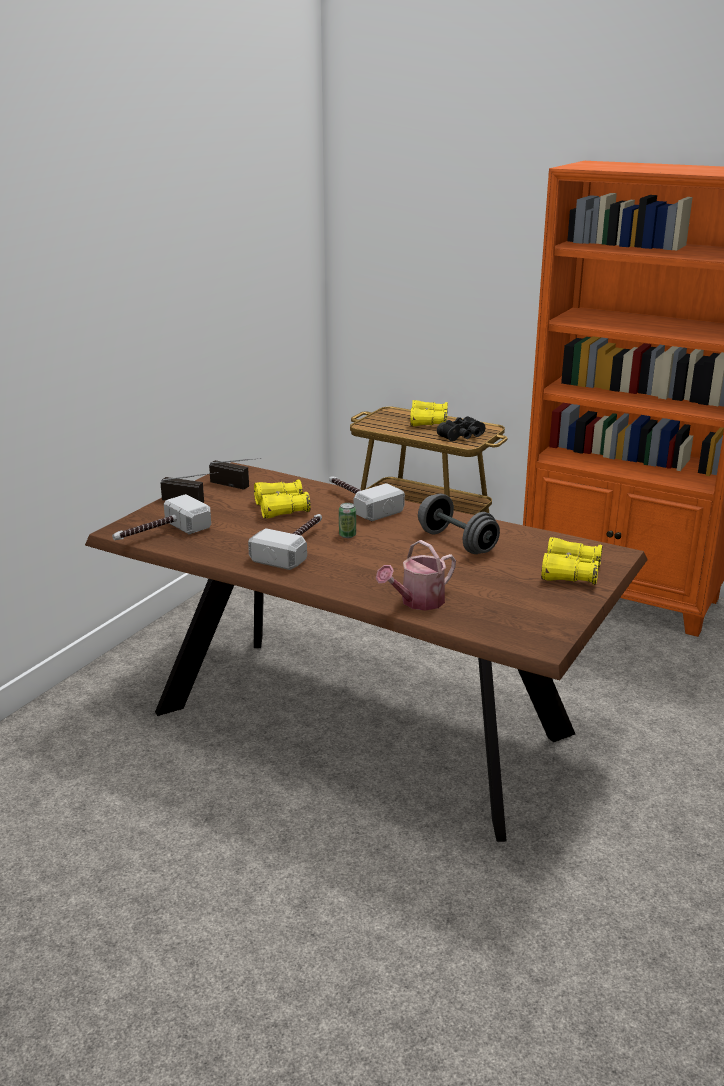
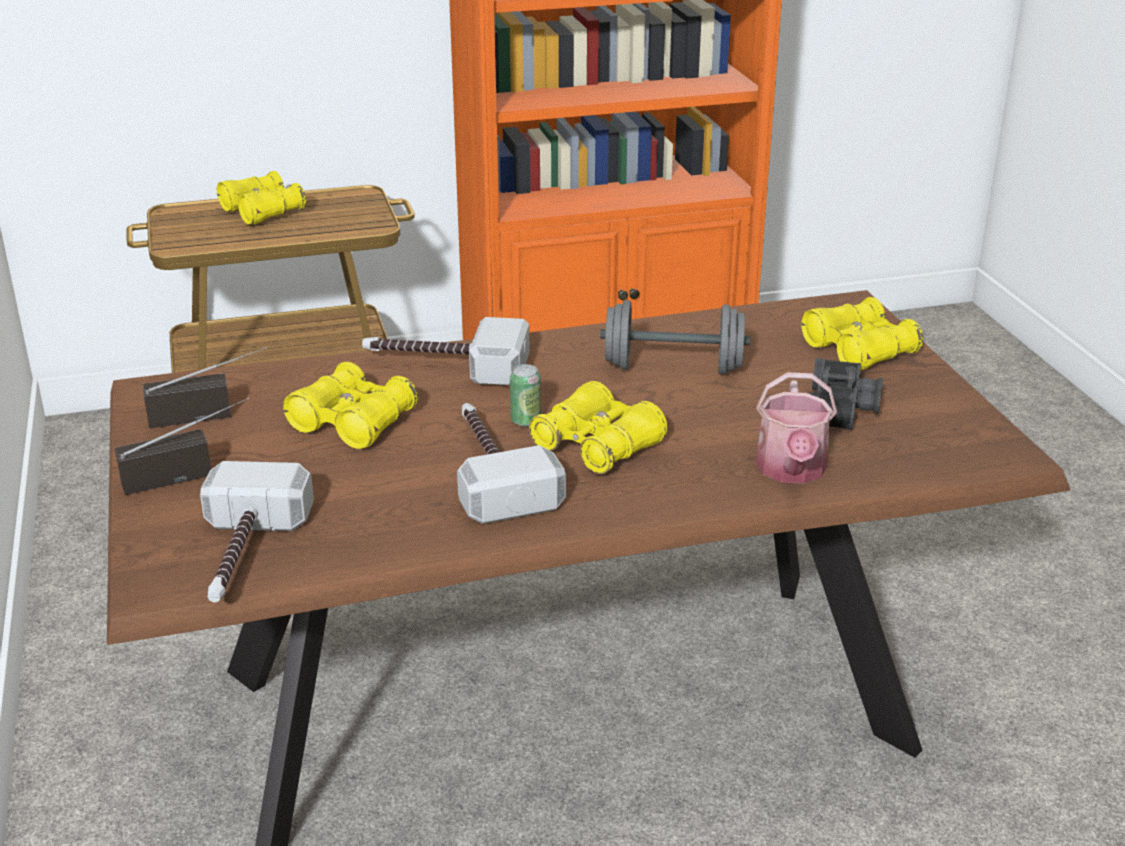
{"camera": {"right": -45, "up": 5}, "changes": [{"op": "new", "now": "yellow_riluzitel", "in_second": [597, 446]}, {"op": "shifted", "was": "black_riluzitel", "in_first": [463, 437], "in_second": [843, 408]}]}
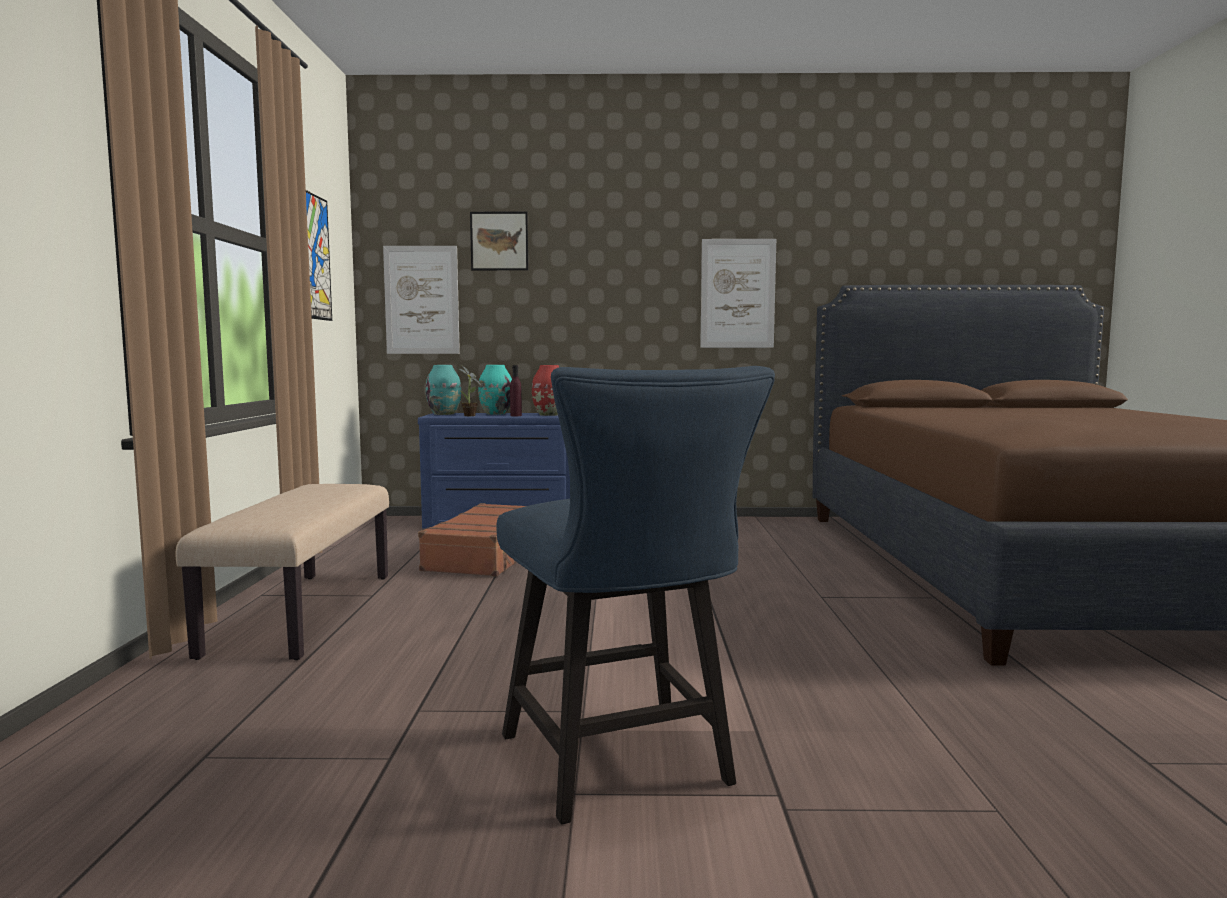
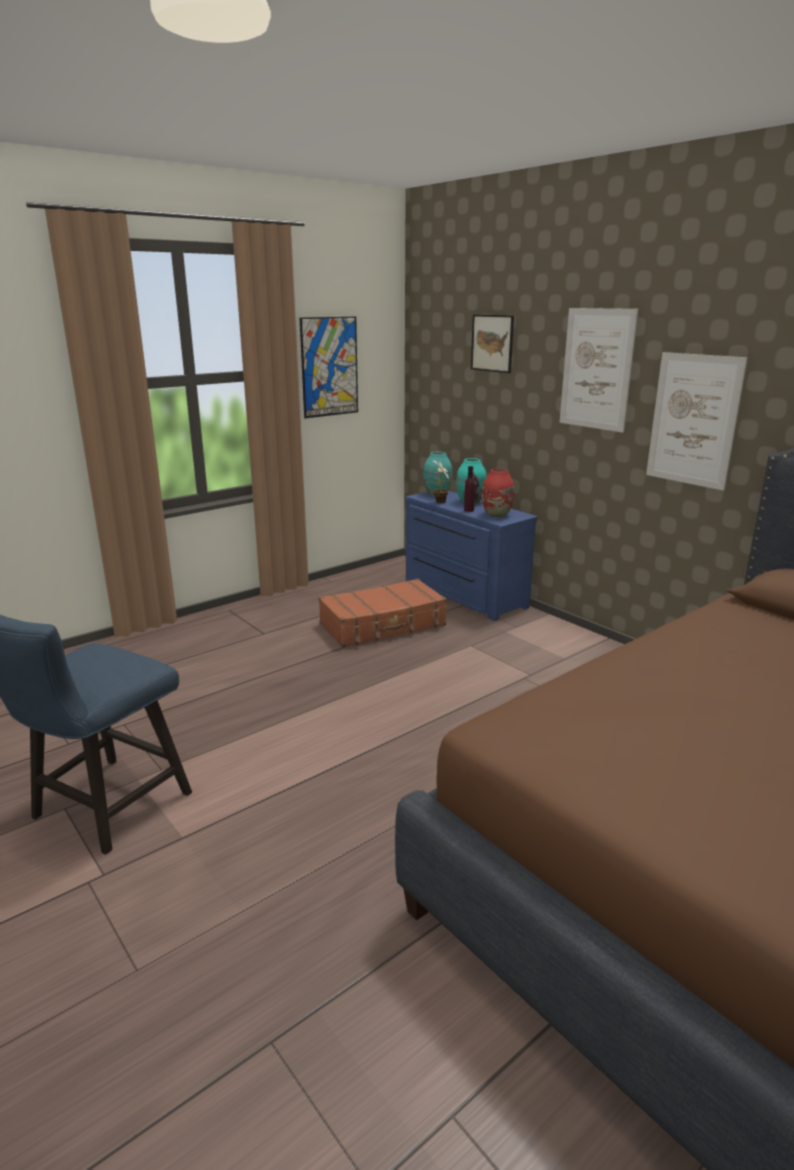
{"camera": {"right": 50, "up": 15}, "changes": [{"op": "shifted", "was": "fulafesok", "in_first": [421, 300], "in_second": [596, 369]}, {"op": "gone", "was": "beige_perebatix", "in_first": [303, 612]}]}
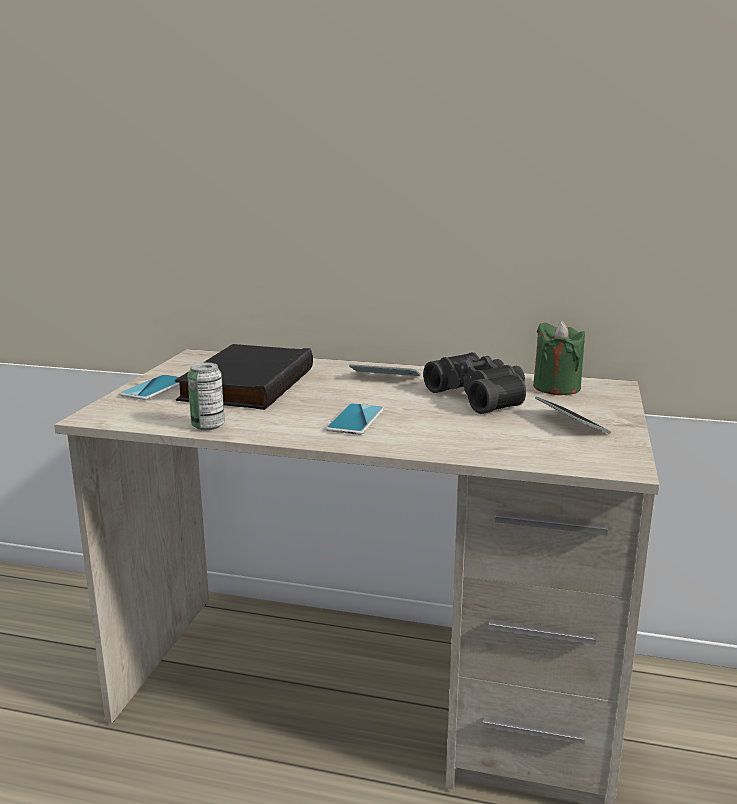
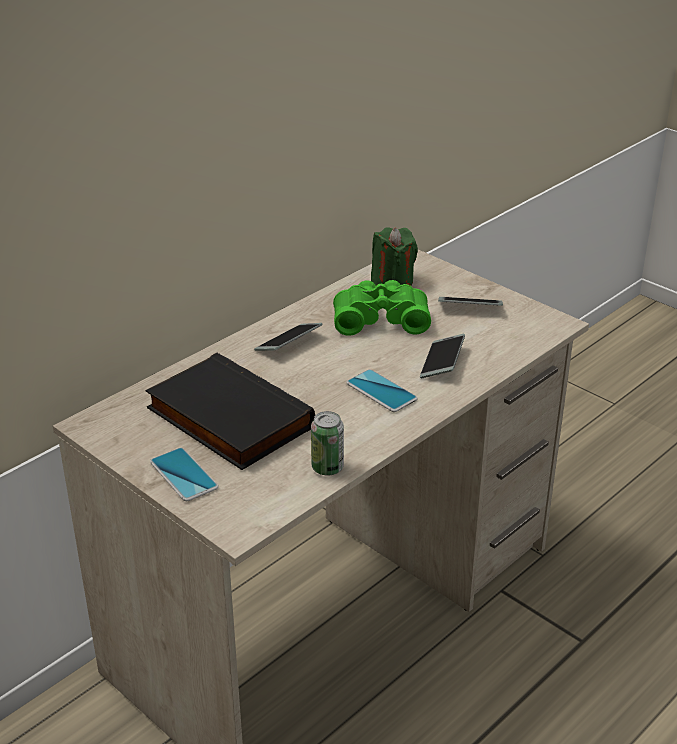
{"camera": {"right": -60, "up": 15}, "changes": [{"op": "repainted", "was": "black_riluzitel", "now": "green_riluzitel", "in_first": [480, 396], "in_second": [380, 319]}, {"op": "new", "now": "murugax", "in_second": [442, 362]}]}
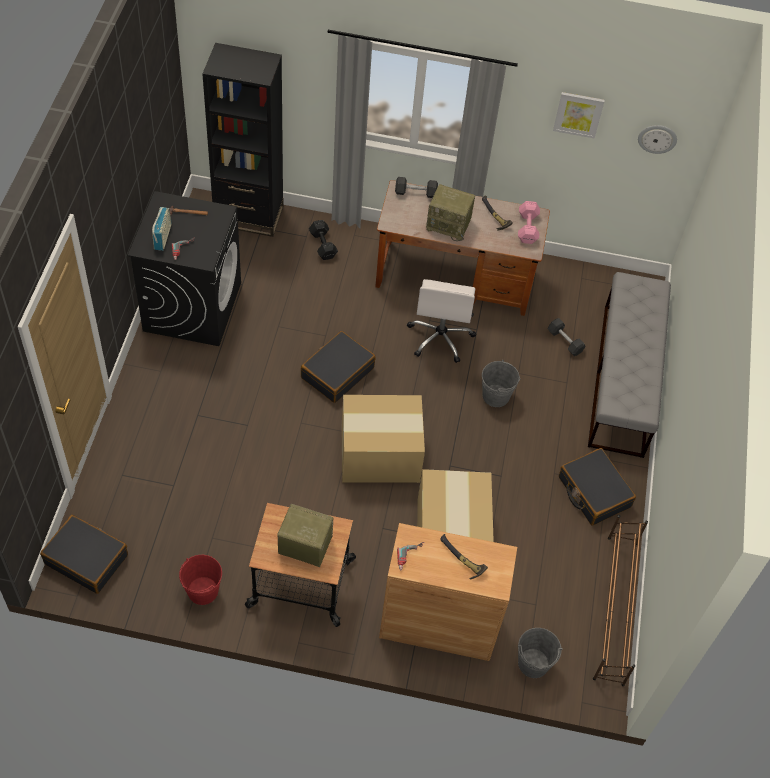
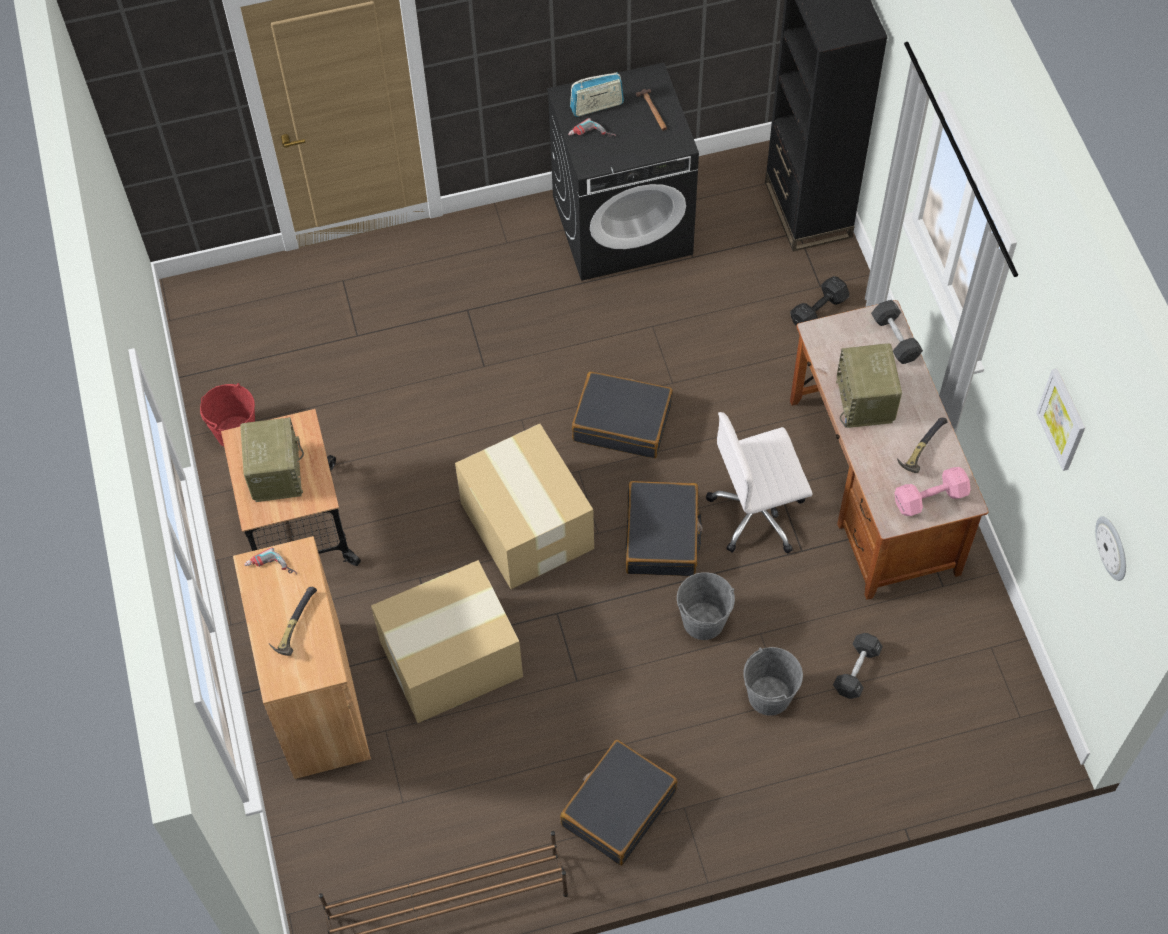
{"camera": {"right": 70, "up": 5}, "changes": [{"op": "shifted", "was": "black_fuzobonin", "in_first": [86, 559], "in_second": [662, 536]}, {"op": "shifted", "was": "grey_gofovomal", "in_first": [533, 663], "in_second": [769, 695]}, {"op": "gone", "was": "grey_perebatix", "in_first": [623, 379]}]}
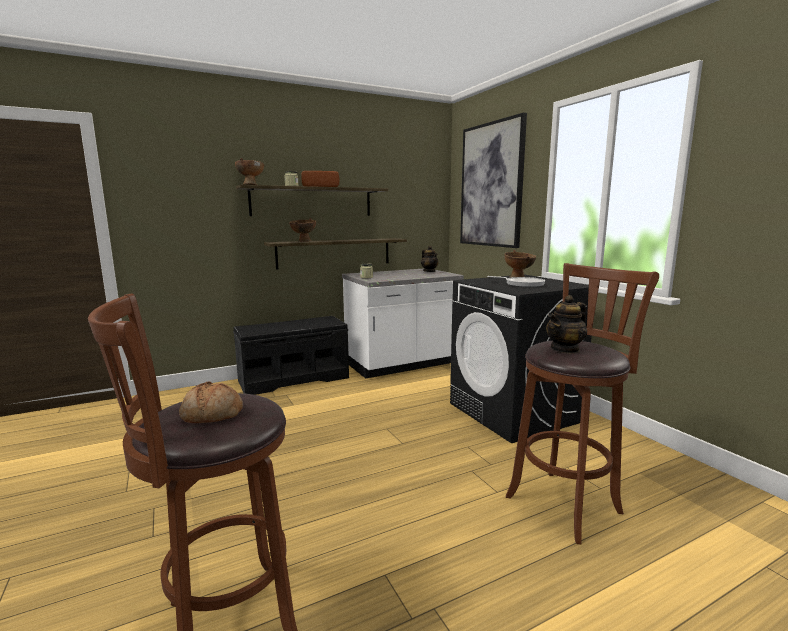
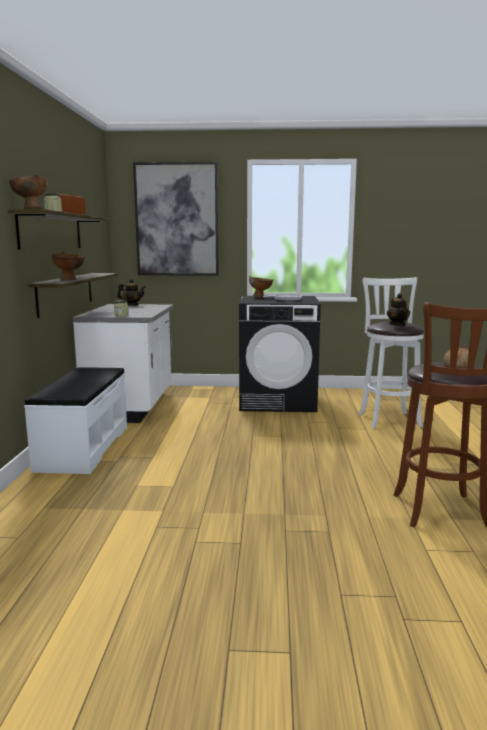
{"camera": {"right": -60, "up": 0}, "changes": [{"op": "repainted", "was": "black_perebatix", "now": "white_perebatix", "in_first": [293, 379], "in_second": [83, 447]}, {"op": "repainted", "was": "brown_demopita", "now": "white_demopita", "in_first": [566, 502], "in_second": [388, 419]}]}
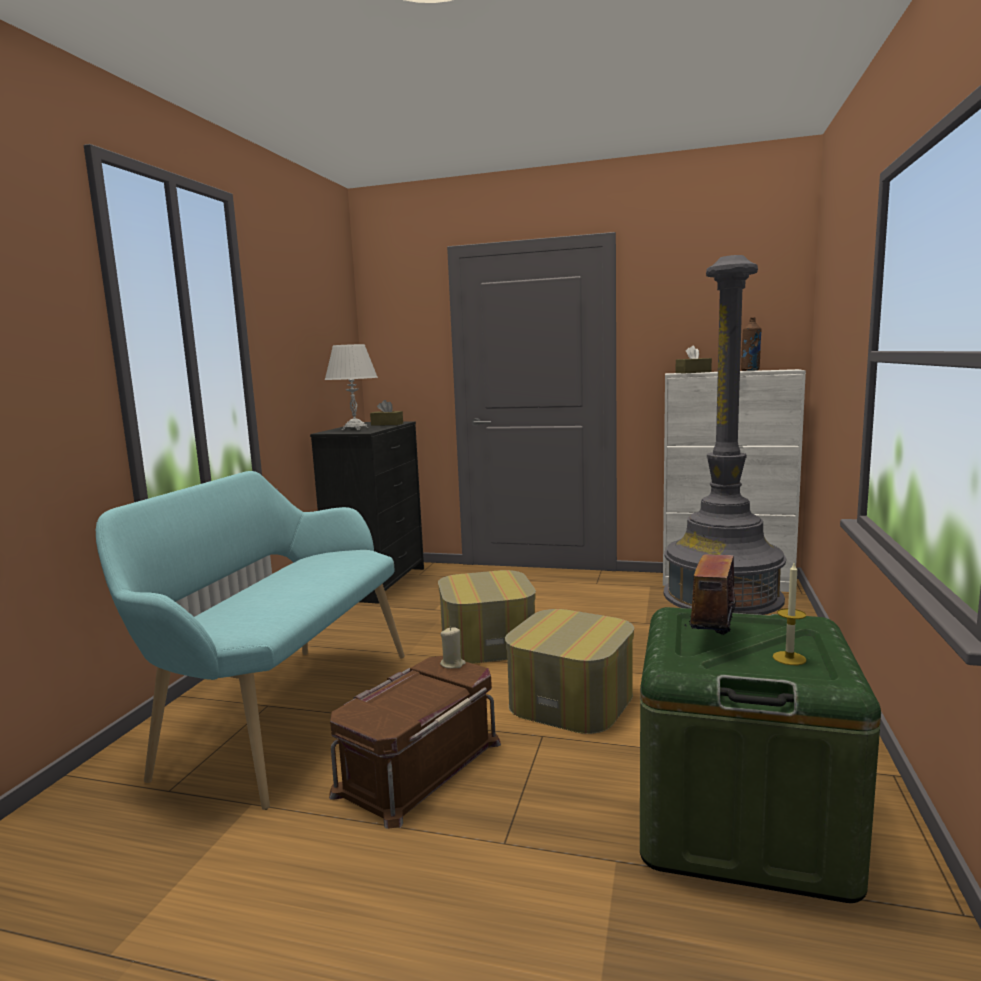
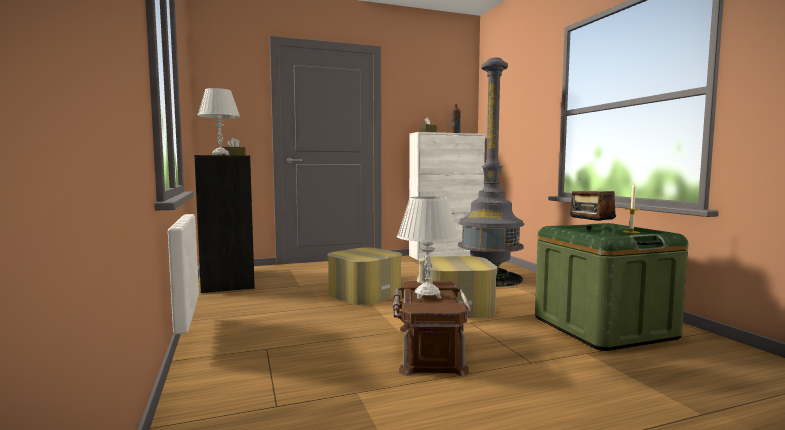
{"camera": {"right": -35, "up": -5}, "changes": [{"op": "new", "now": "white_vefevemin", "in_second": [427, 295]}, {"op": "gone", "was": "turquoise_perebatix", "in_first": [281, 711]}]}
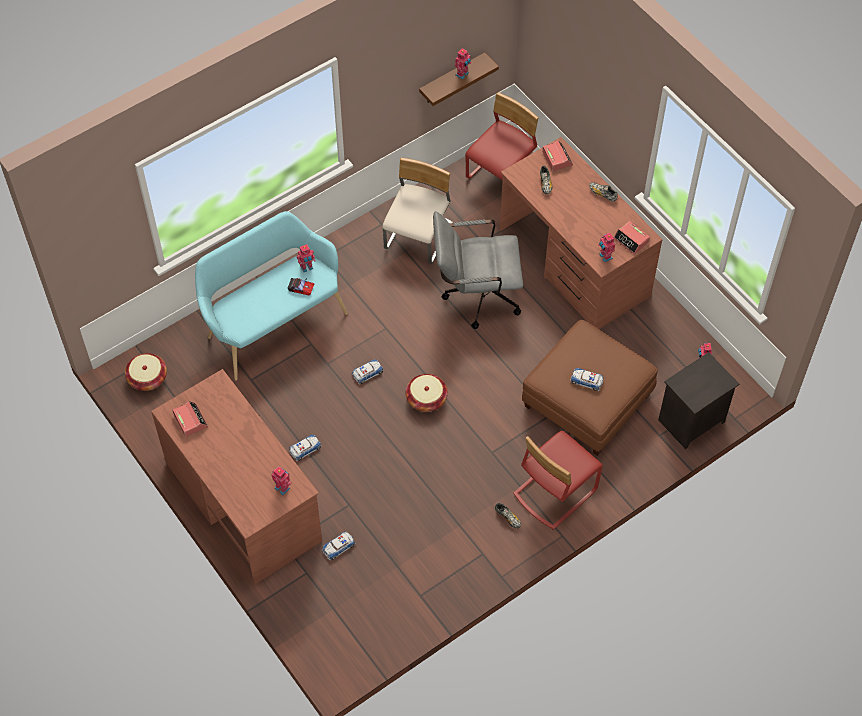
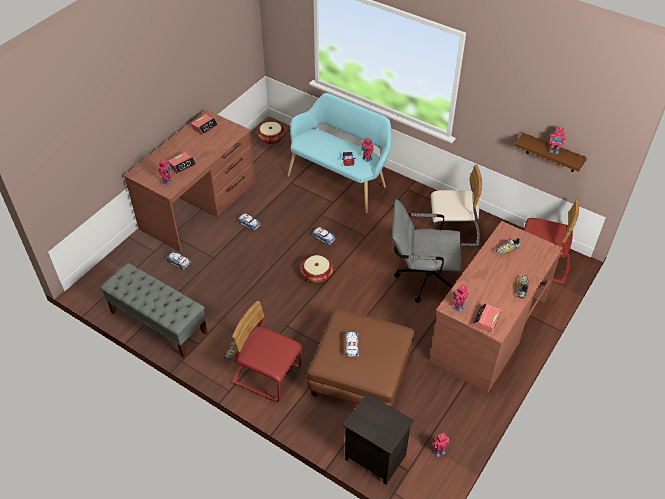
{"camera": {"right": 70, "up": -10}, "changes": [{"op": "new", "now": "grey_perebatix", "in_second": [158, 322]}, {"op": "shifted", "was": "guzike", "in_first": [557, 158], "in_second": [182, 165]}, {"op": "rotated", "was": "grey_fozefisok", "in_first": [475, 295], "in_second": [421, 278], "clockwise": -60}]}
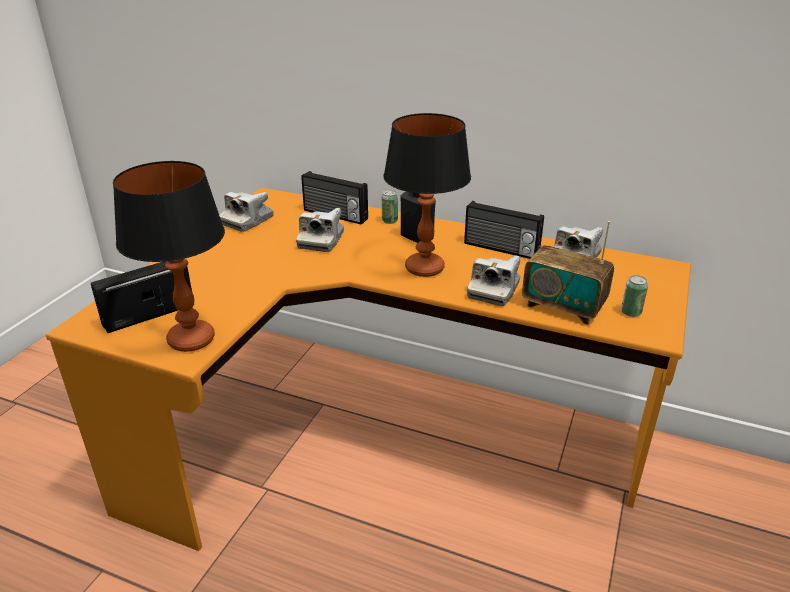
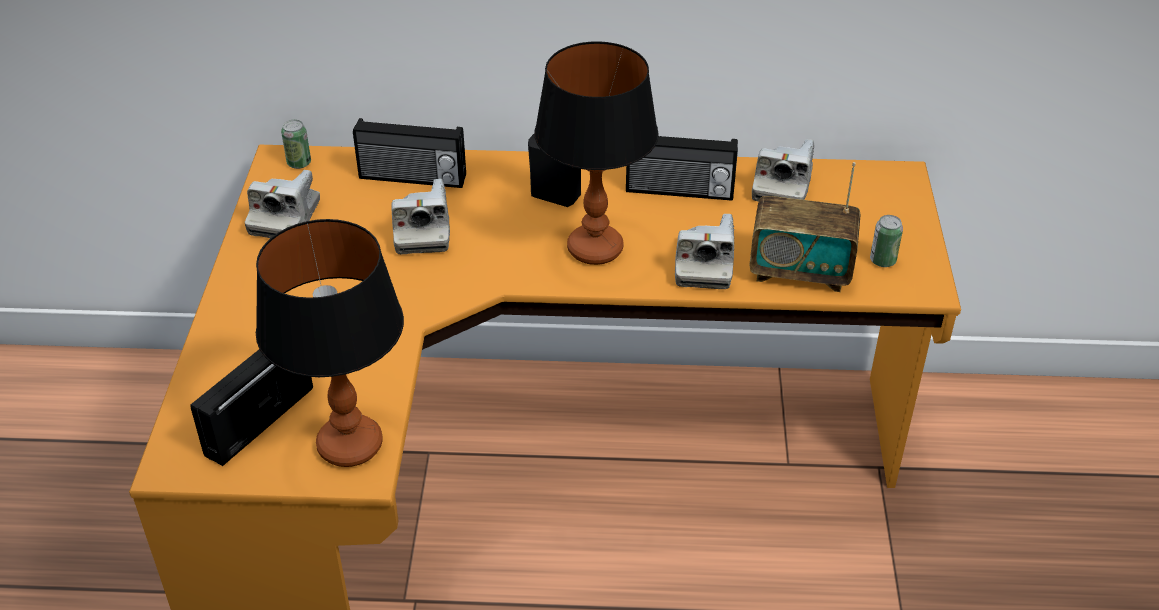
{"camera": {"right": -20, "up": 10}, "changes": [{"op": "shifted", "was": "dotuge", "in_first": [389, 221], "in_second": [299, 163]}]}
